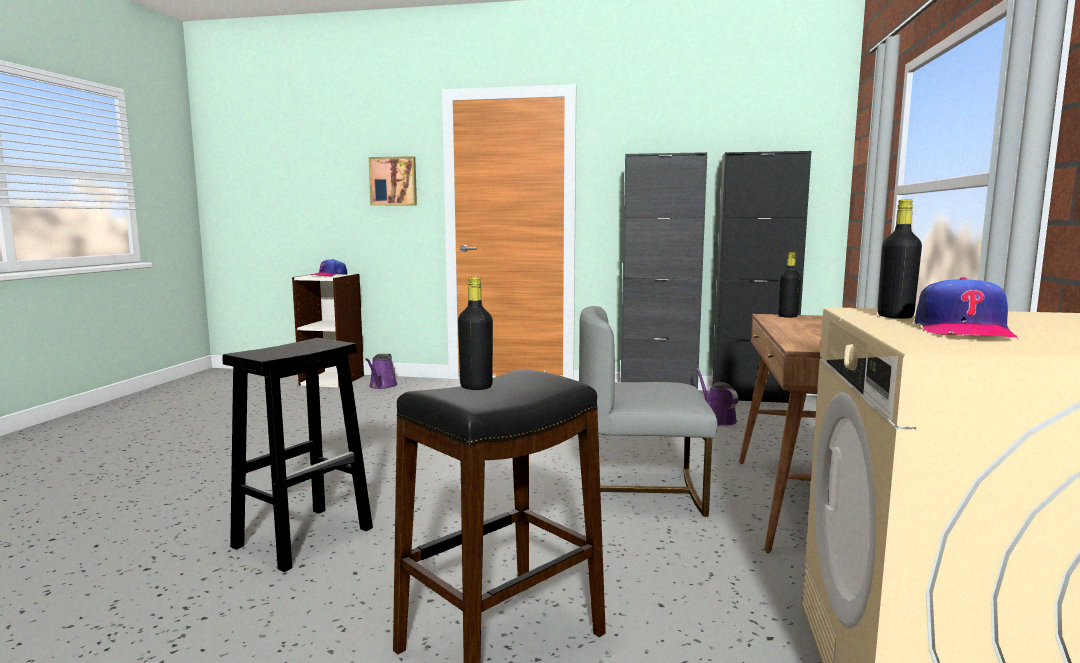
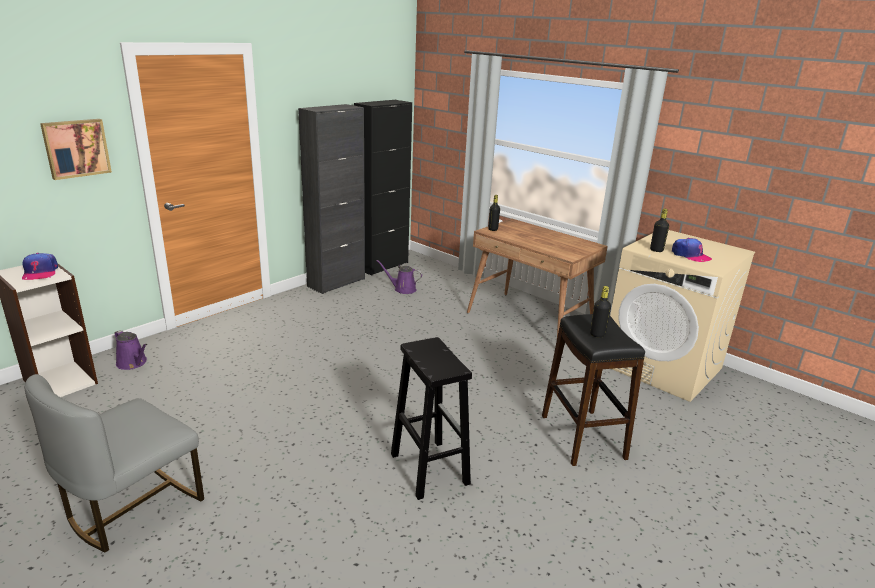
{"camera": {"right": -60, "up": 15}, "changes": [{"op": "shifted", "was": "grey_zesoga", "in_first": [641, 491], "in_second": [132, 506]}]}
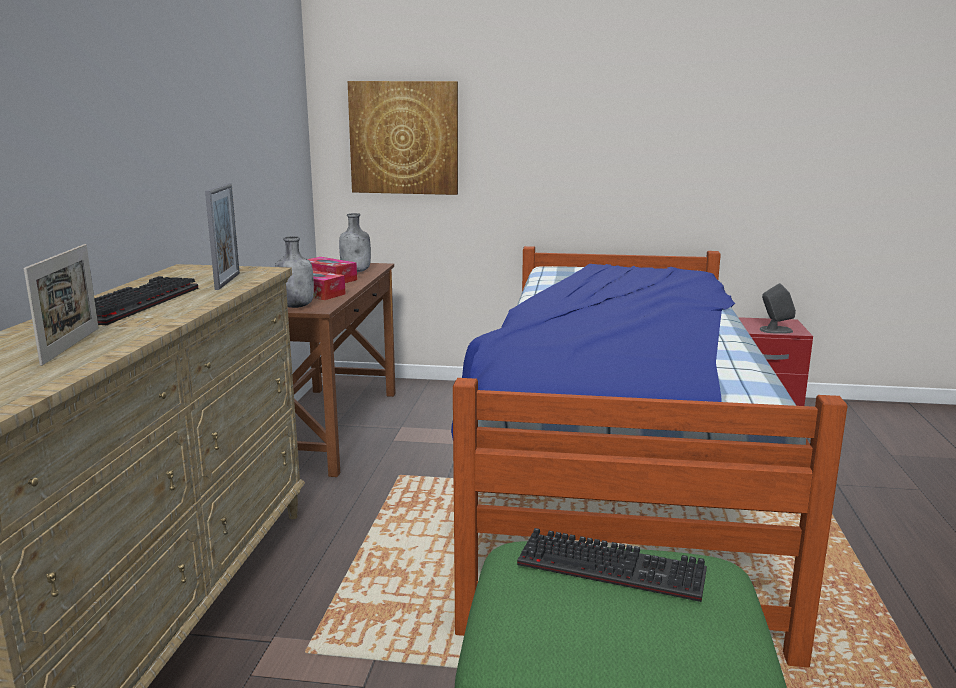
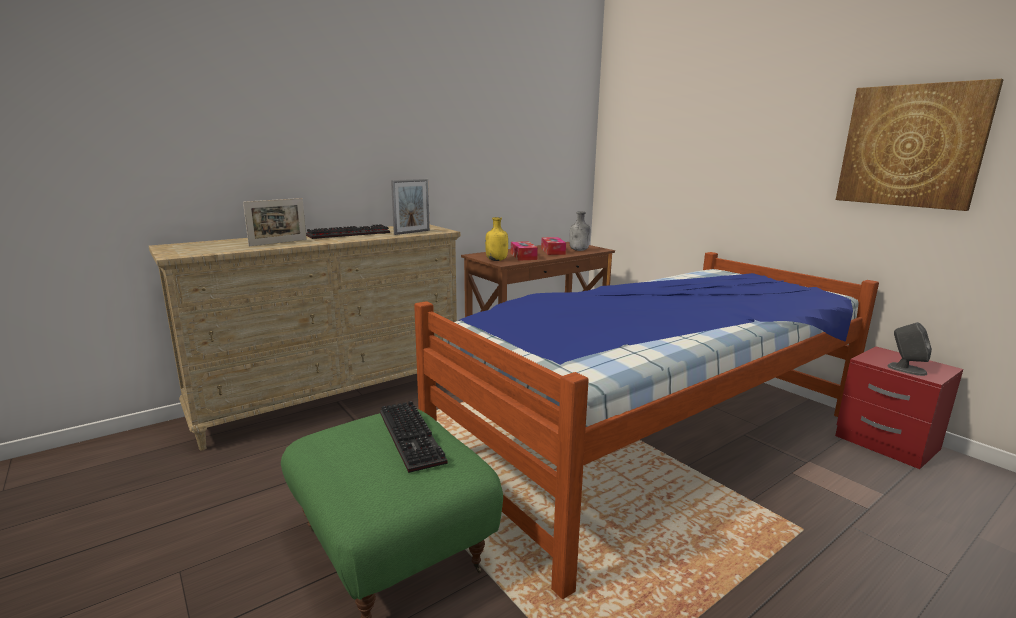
{"camera": {"right": 45, "up": 0}, "changes": [{"op": "repainted", "was": "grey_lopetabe", "now": "yellow_lopetabe", "in_first": [296, 306], "in_second": [497, 260]}, {"op": "shifted", "was": "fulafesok", "in_first": [404, 138], "in_second": [911, 146]}]}
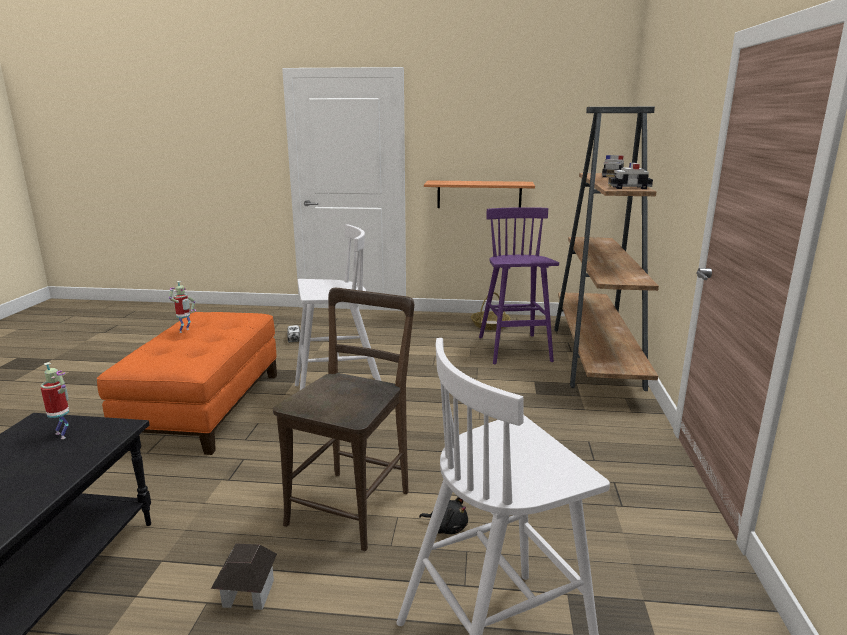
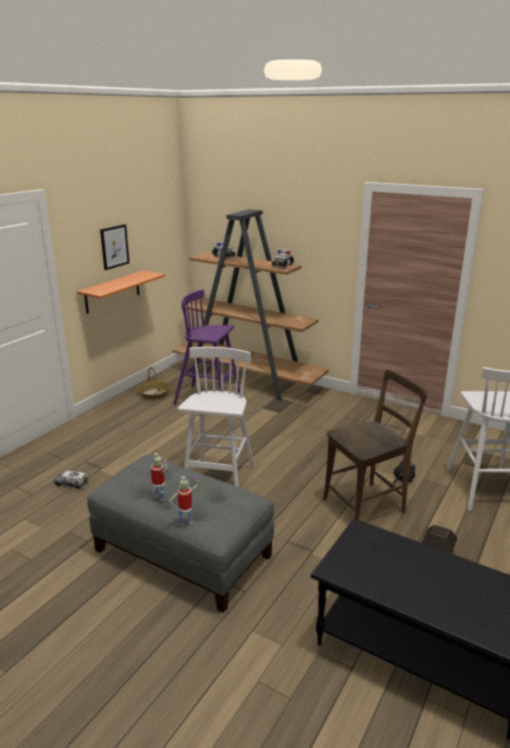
{"camera": {"right": -65, "up": 5}, "changes": [{"op": "repainted", "was": "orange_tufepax", "now": "grey_tufepax", "in_first": [204, 407], "in_second": [182, 553]}, {"op": "new", "now": "fulafesok", "in_second": [114, 246]}, {"op": "shifted", "was": "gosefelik", "in_first": [63, 434], "in_second": [186, 522]}, {"op": "rotated", "was": "brown_zesoga", "in_first": [353, 504], "in_second": [367, 504], "clockwise": 105}]}
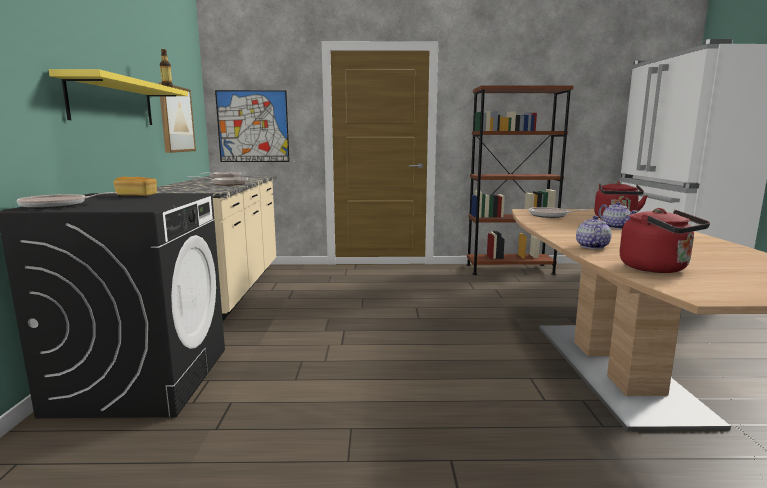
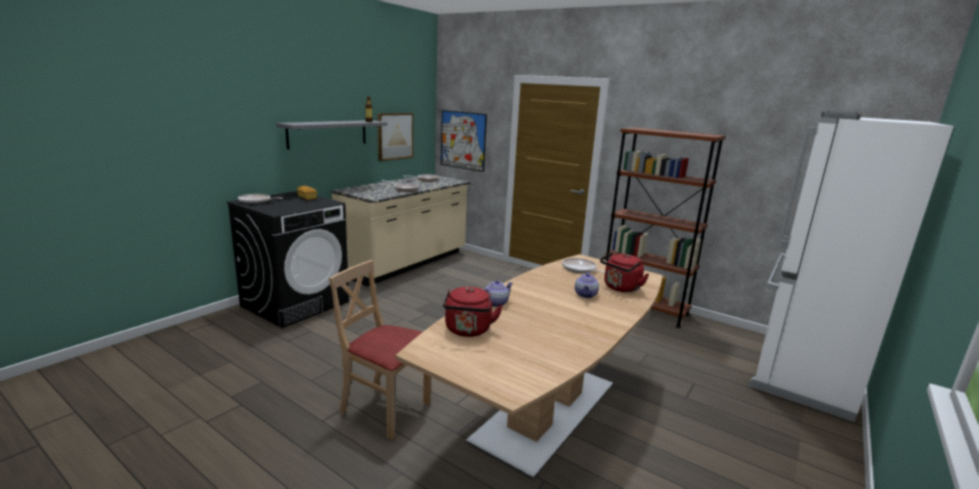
{"camera": {"right": 35, "up": 5}, "changes": [{"op": "repainted", "was": "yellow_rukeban", "now": "grey_rukeban", "in_first": [113, 102], "in_second": [328, 133]}, {"op": "new", "now": "beige_zesoga", "in_second": [385, 409]}]}
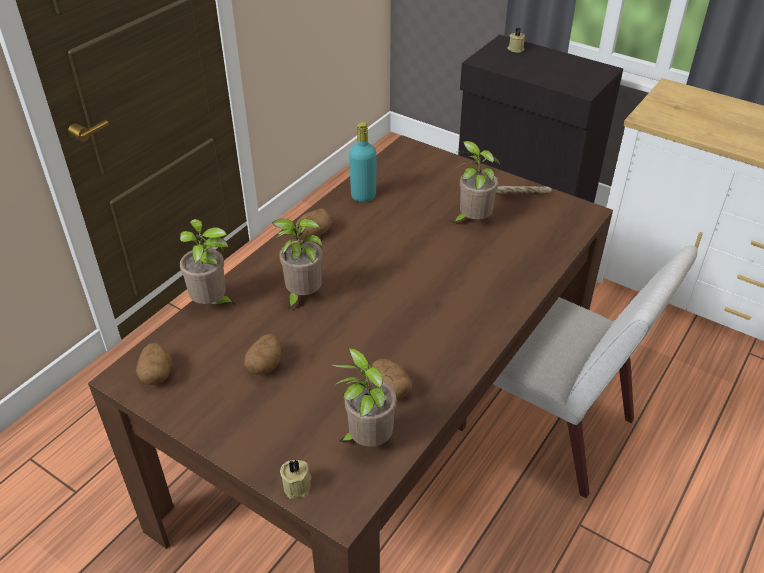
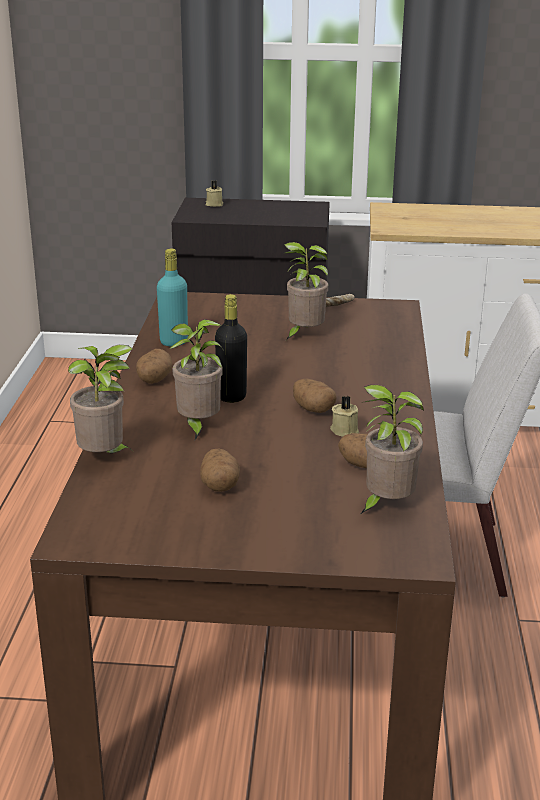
{"camera": {"right": -30, "up": -15}, "changes": [{"op": "new", "now": "black_lopetabe", "in_second": [231, 396]}, {"op": "shifted", "was": "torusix", "in_first": [156, 374], "in_second": [313, 409]}, {"op": "shifted", "was": "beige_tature", "in_first": [298, 485], "in_second": [345, 430]}]}
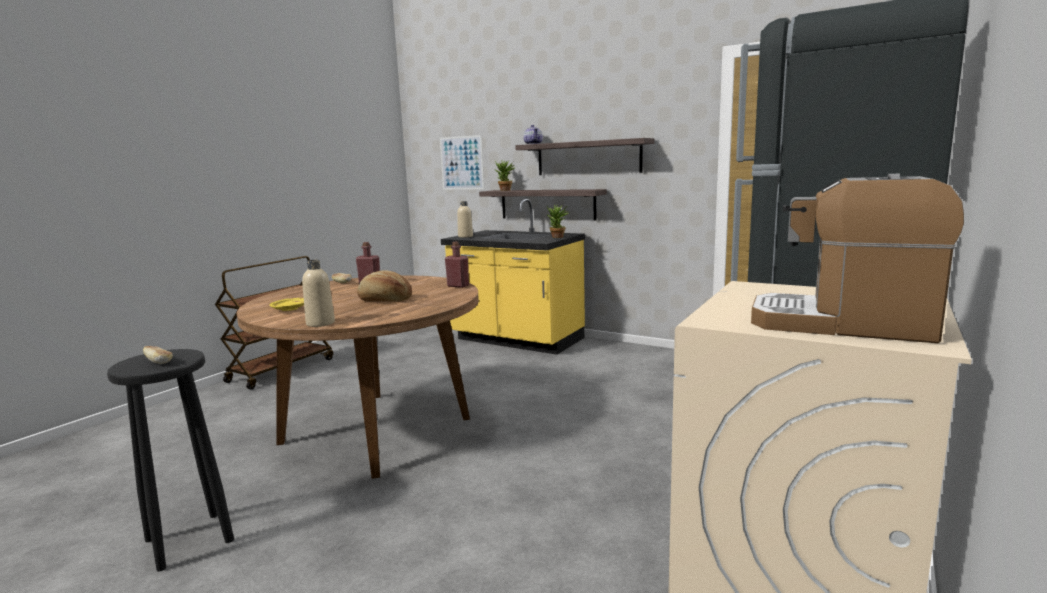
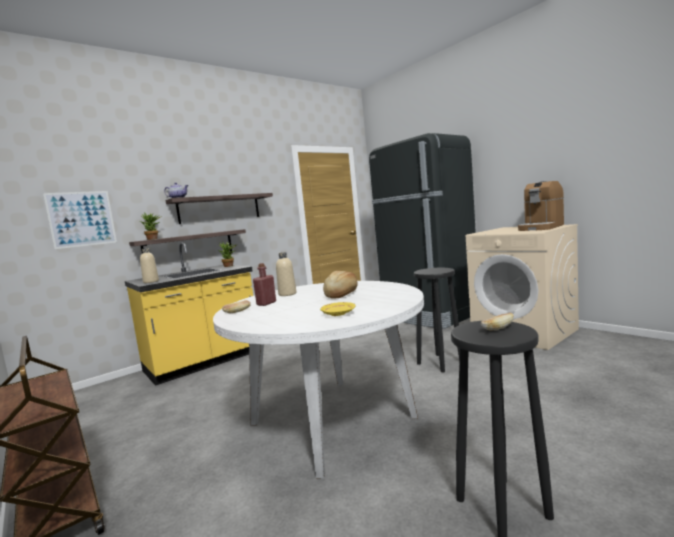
{"camera": {"right": -70, "up": -5}, "changes": [{"op": "repainted", "was": "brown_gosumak", "now": "white_gosumak", "in_first": [376, 430], "in_second": [332, 420]}, {"op": "shifted", "was": "beige_lopetabe", "in_first": [320, 323], "in_second": [287, 294]}, {"op": "new", "now": "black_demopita", "in_second": [440, 363]}, {"op": "gone", "was": "red_lopetabe", "in_first": [458, 286]}]}
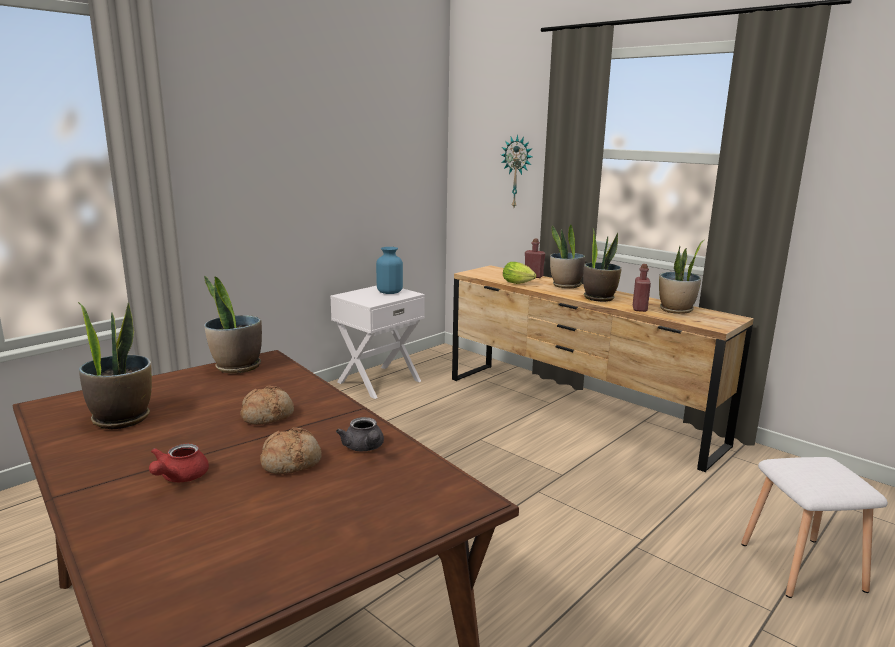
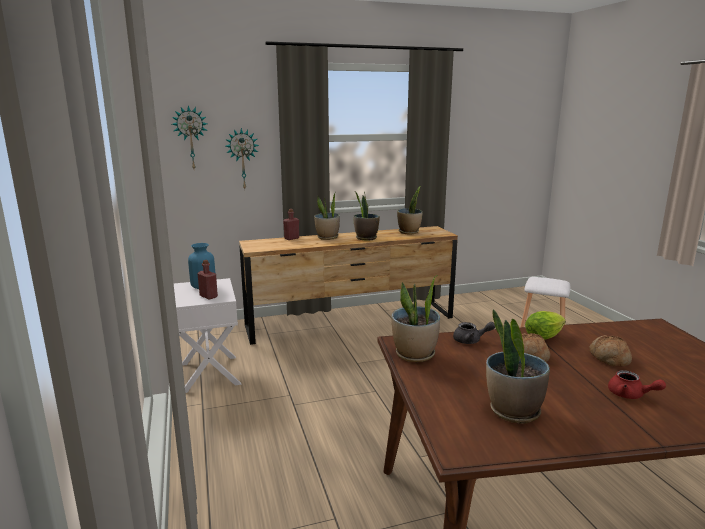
{"camera": {"right": -60, "up": 0}, "changes": [{"op": "new", "now": "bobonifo", "in_second": [191, 138]}, {"op": "shifted", "was": "red_lopetabe", "in_first": [639, 309], "in_second": [208, 296]}, {"op": "shifted", "was": "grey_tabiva", "in_first": [364, 448], "in_second": [471, 340]}, {"op": "shifted", "was": "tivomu", "in_first": [519, 283], "in_second": [545, 337]}]}
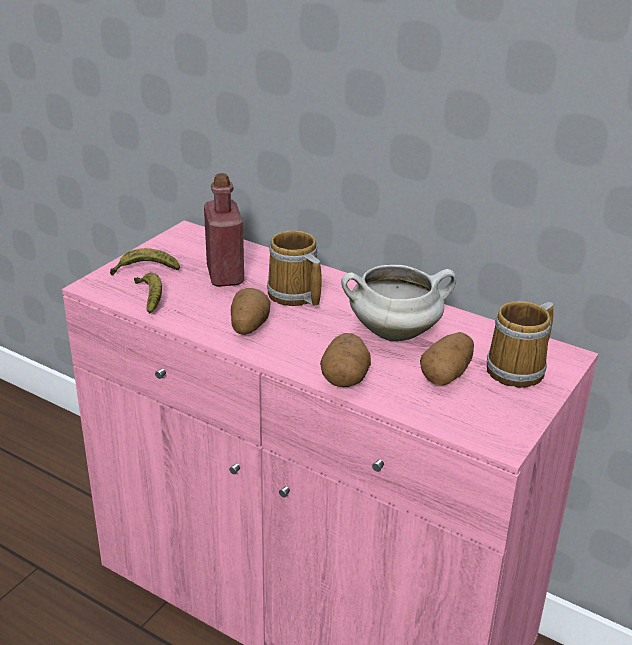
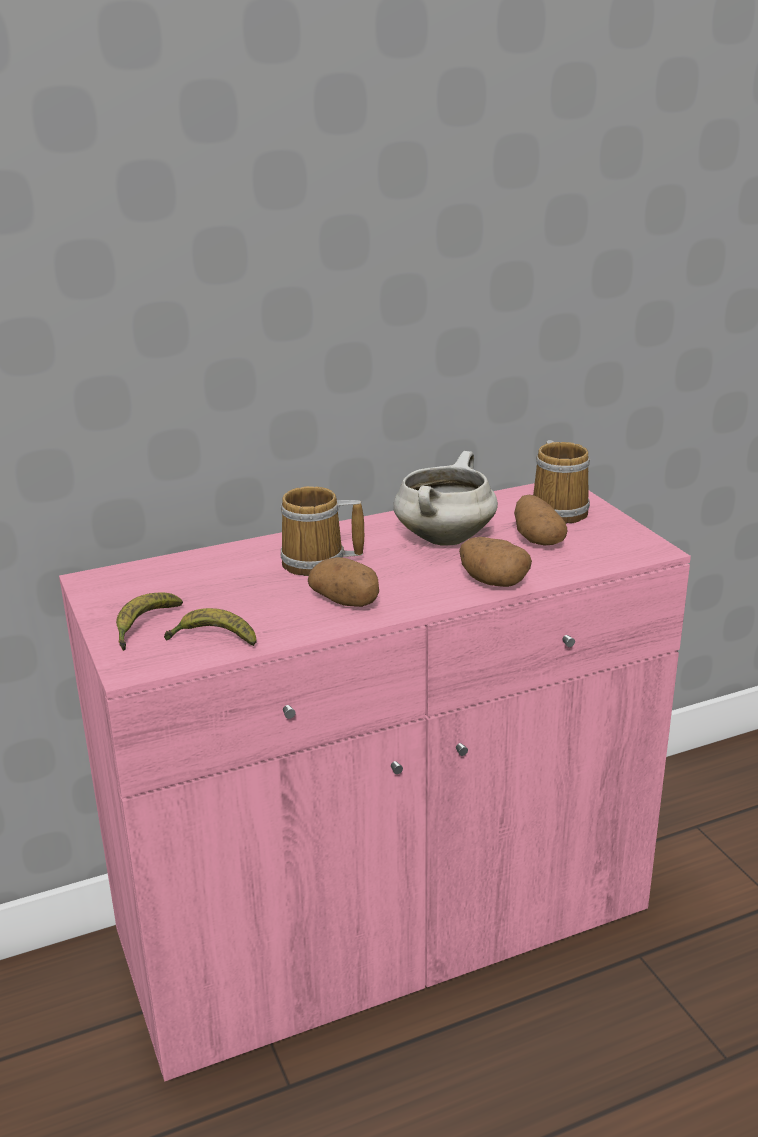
{"camera": {"right": -55, "up": -5}, "changes": [{"op": "gone", "was": "red_lopetabe", "in_first": [225, 275]}]}
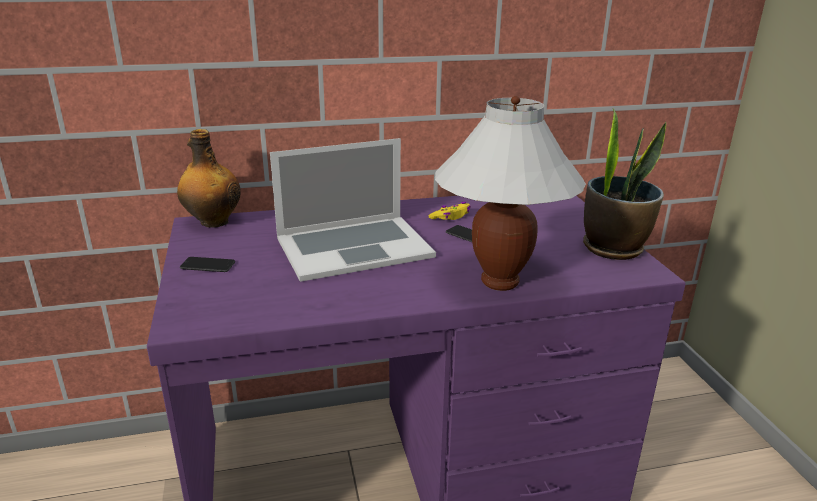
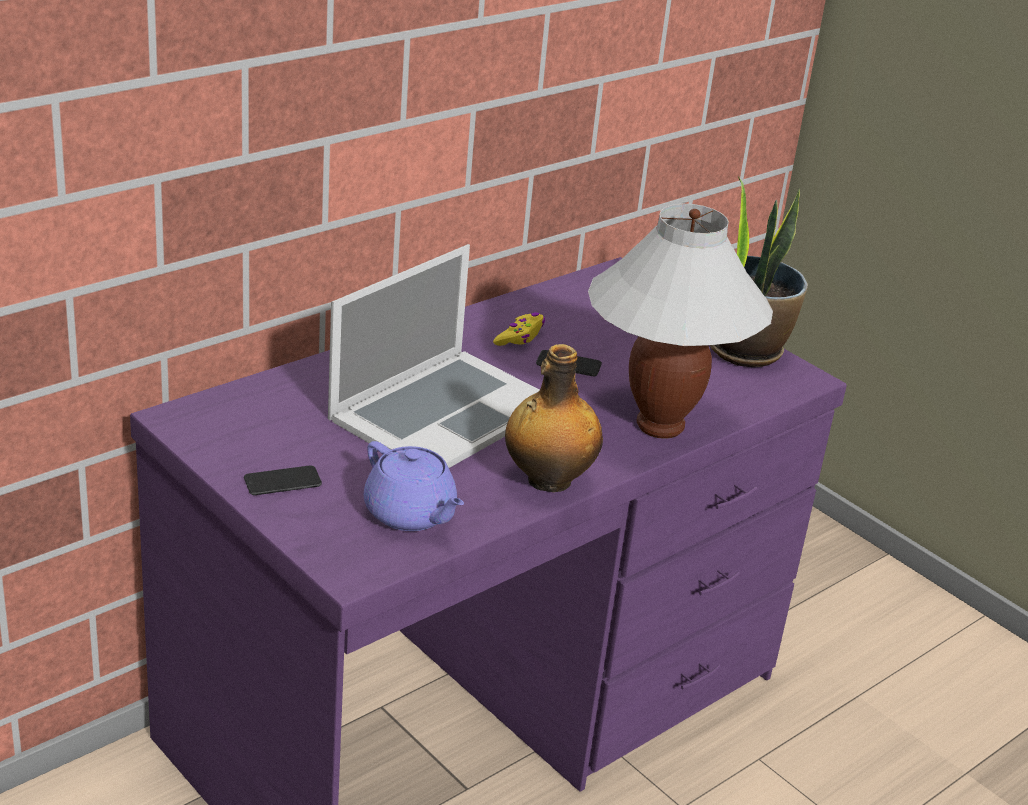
{"camera": {"right": -30, "up": 5}, "changes": [{"op": "new", "now": "purple_tabiva", "in_second": [411, 514]}, {"op": "shifted", "was": "lopetabe", "in_first": [213, 222], "in_second": [547, 480]}]}
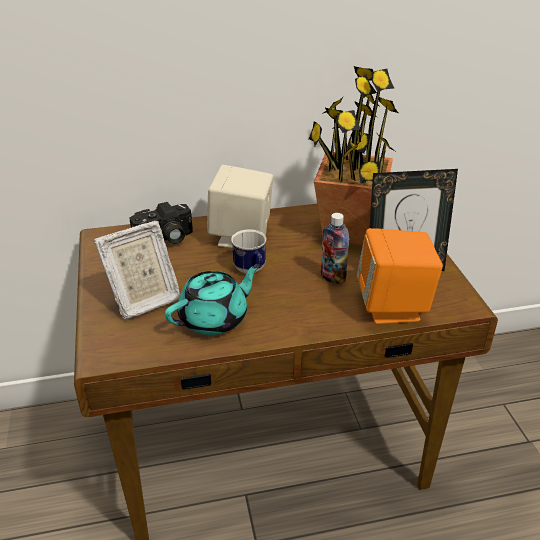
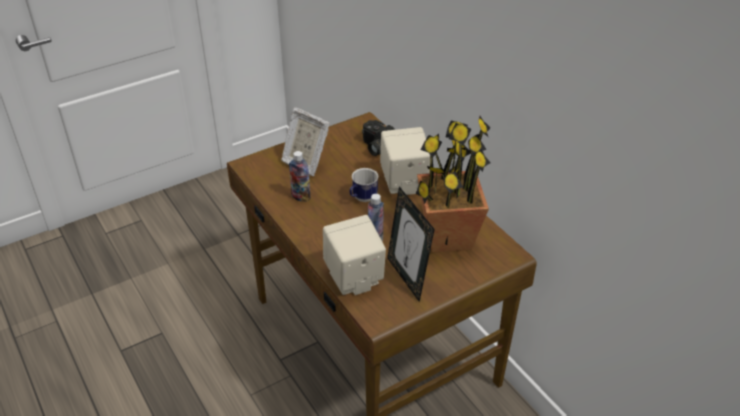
{"camera": {"right": 70, "up": 5}, "changes": [{"op": "swapped", "was": "turquoise_tabiva", "now": "lopetabe", "in_first": [215, 319], "in_second": [300, 197]}, {"op": "repainted", "was": "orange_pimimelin", "now": "beige_pimimelin", "in_first": [393, 307], "in_second": [354, 278]}]}
